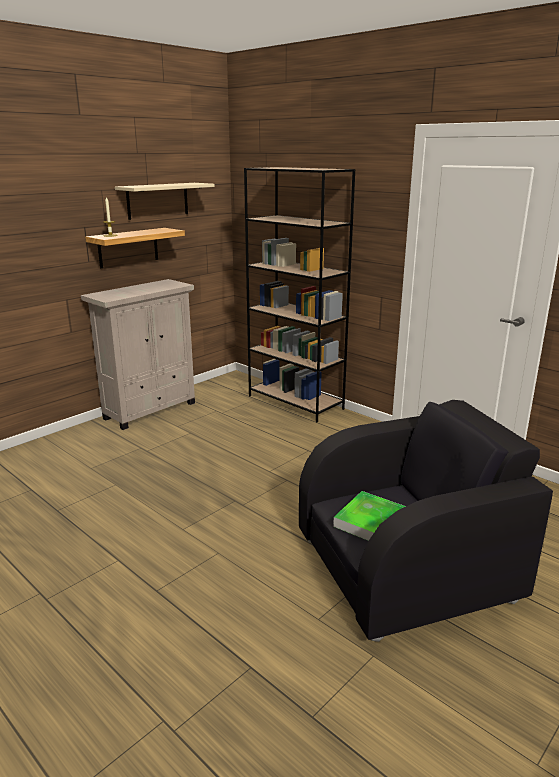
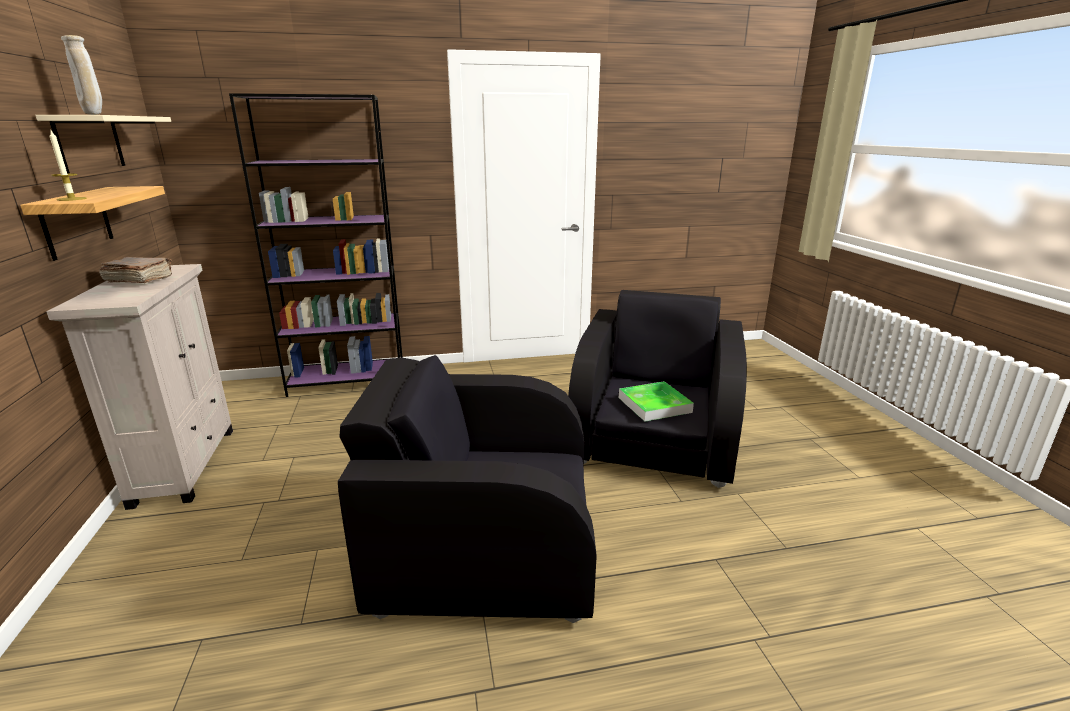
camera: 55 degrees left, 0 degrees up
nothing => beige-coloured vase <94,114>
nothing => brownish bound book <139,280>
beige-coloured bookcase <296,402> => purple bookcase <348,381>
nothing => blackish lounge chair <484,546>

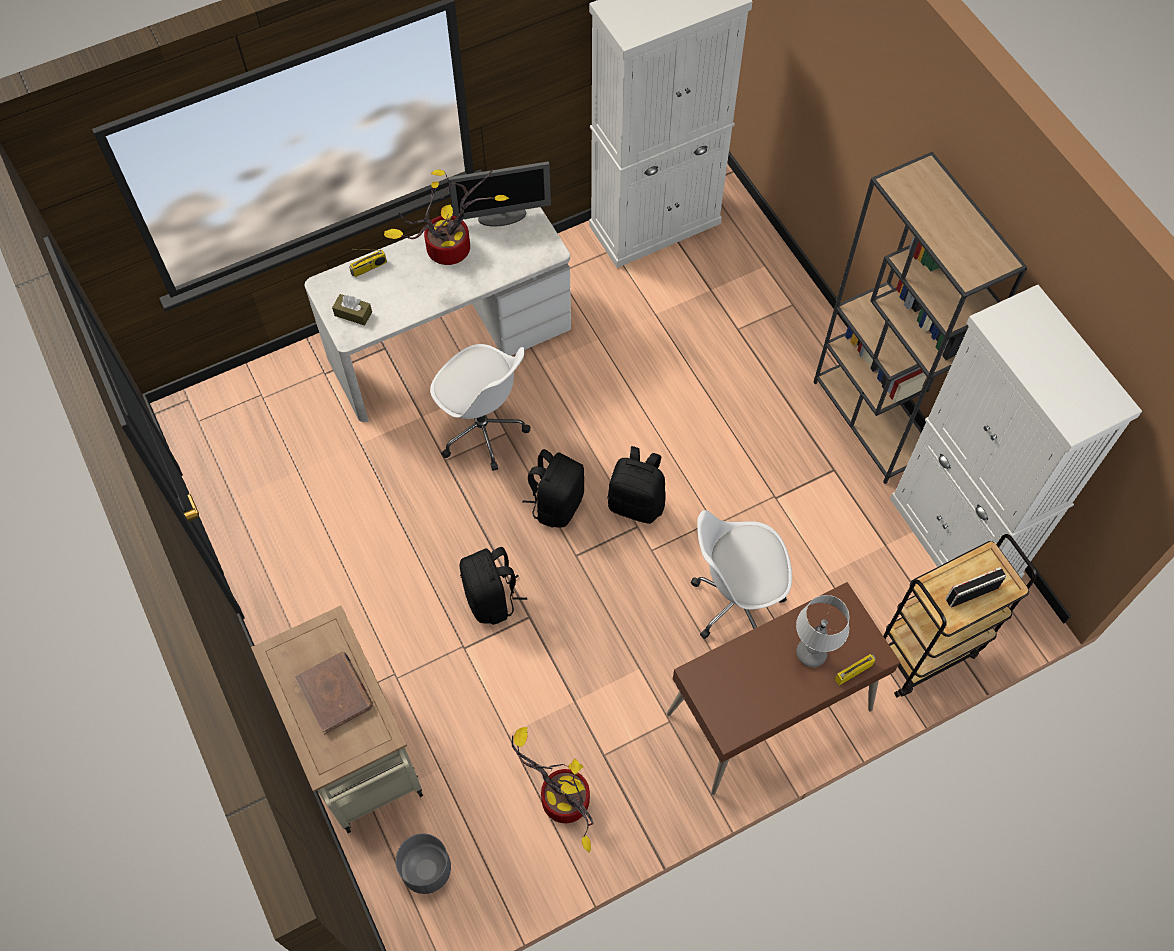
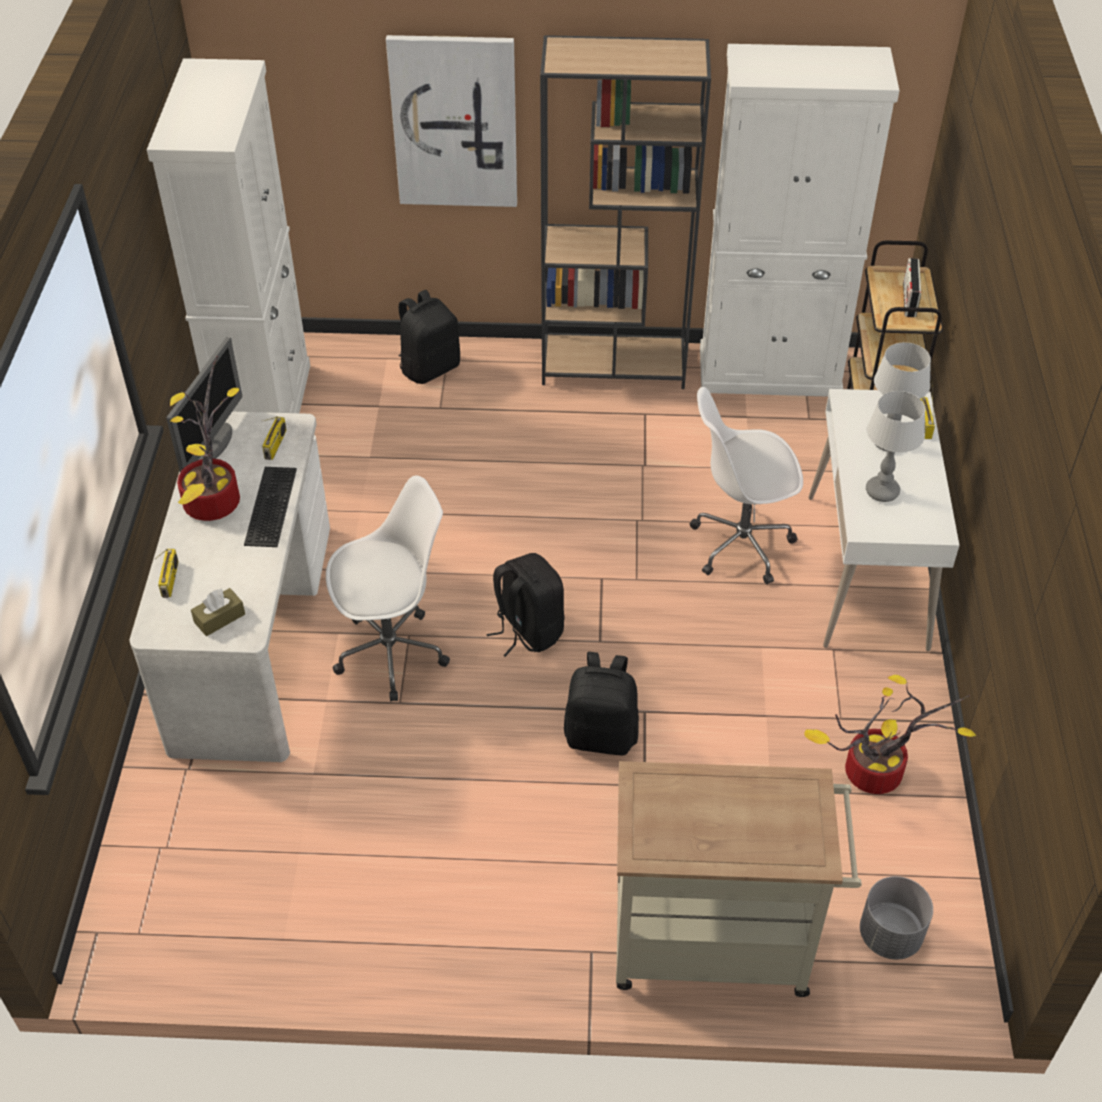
camera: 60 degrees left, 15 degrees down
nothing => computer keyboard <269,505>
nothing => radio <276,445>
nothing => wall art <454,121>
blackish knapsack <637,503> => blackish knapsack <430,368>, move
white-coloured computer chair <733,605> => white-coloured computer chair <738,546>, 60 degrees clockwise
brownish desk table <769,713> => white-coloured desk table <867,571>
nothing => lamp for a table <881,491>
brownish bound book <335,693> => nothing

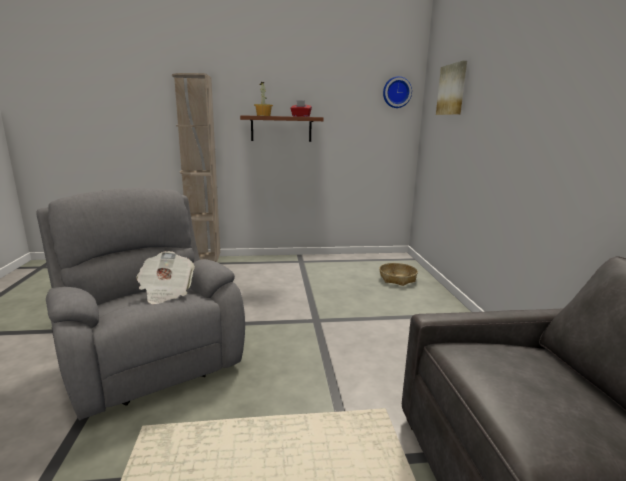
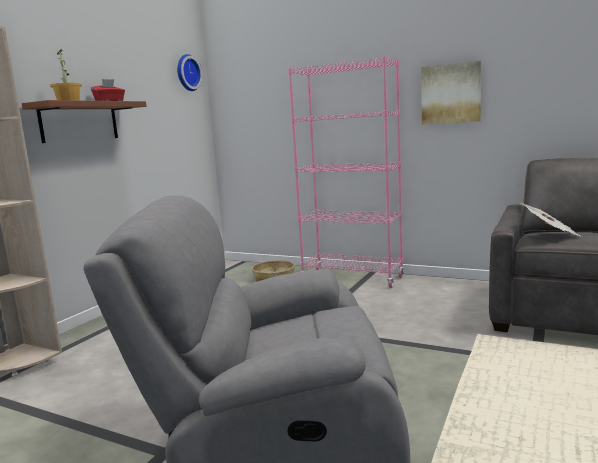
camera: 55 degrees left, 5 degrees down
nothing => pink-coloured bookcase <352,278>
wall art <452,89> => wall art <451,93>, move
daily paper <166,291> => daily paper <550,234>, move

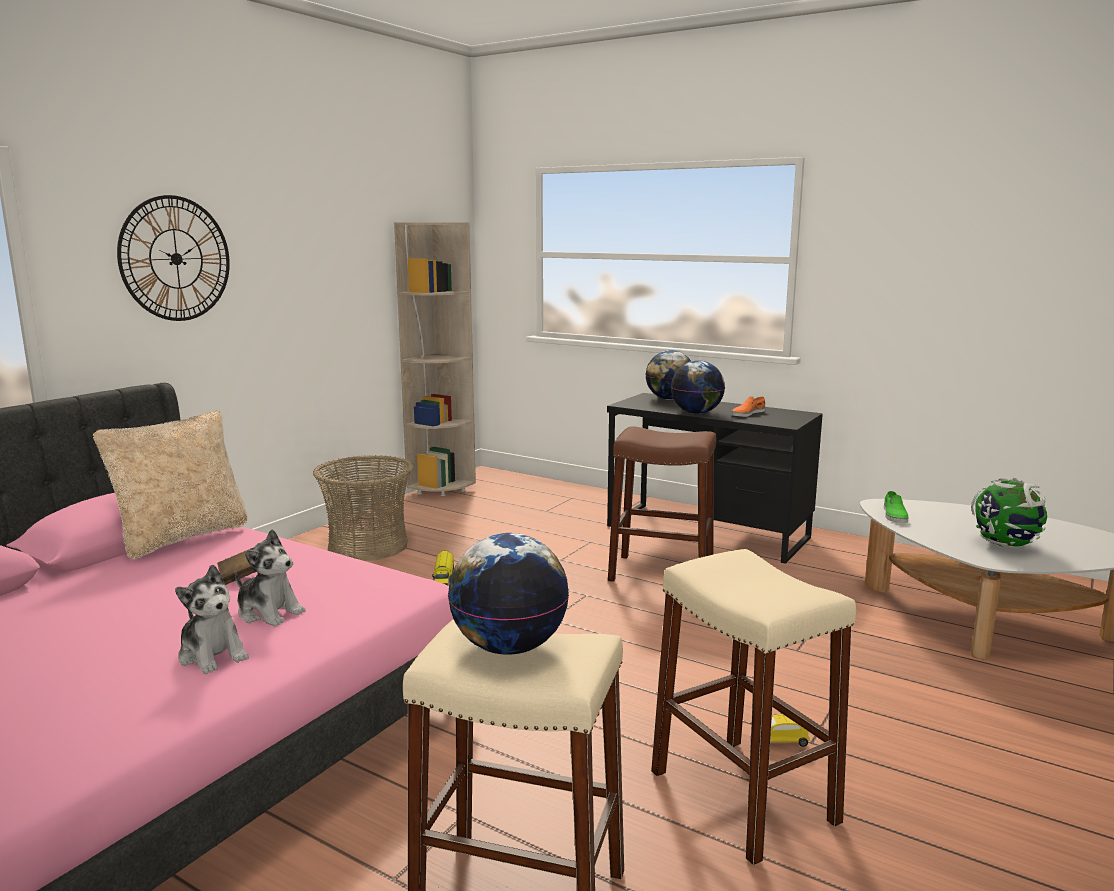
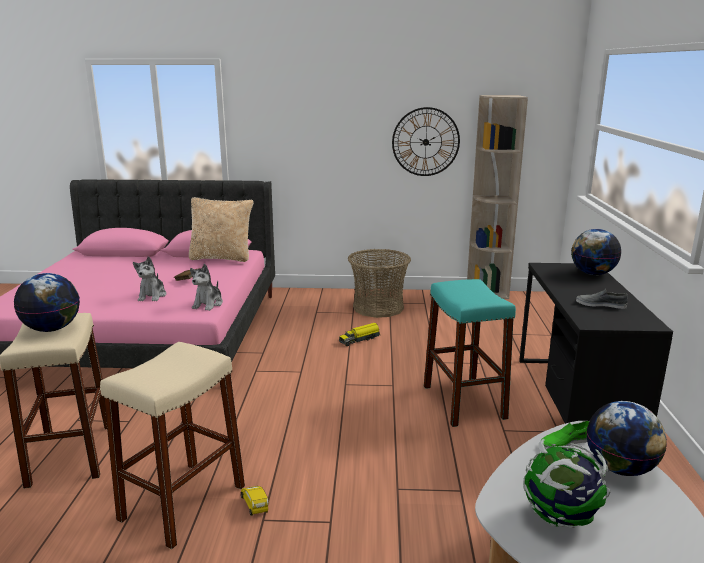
camera: 60 degrees right, 5 degrees up
plush toy <213,655> => plush toy <208,304>, move
wall clock <176,259> => wall clock <425,142>, move
brownish sitting stool <661,573> => blue-green sitting stool <463,402>
orange item of footwear <747,413> => greyish item of footwear <600,304>
desk globe <696,413> => desk globe <620,468>, move

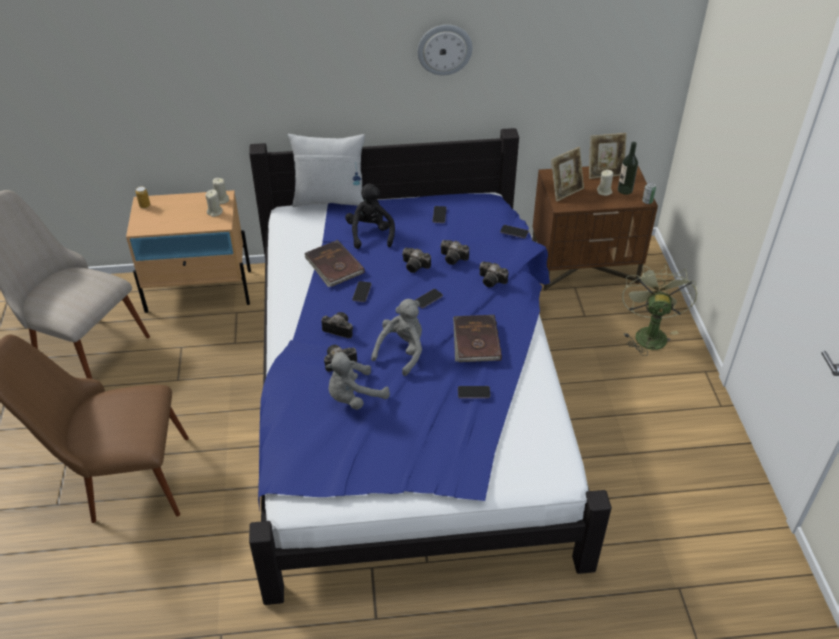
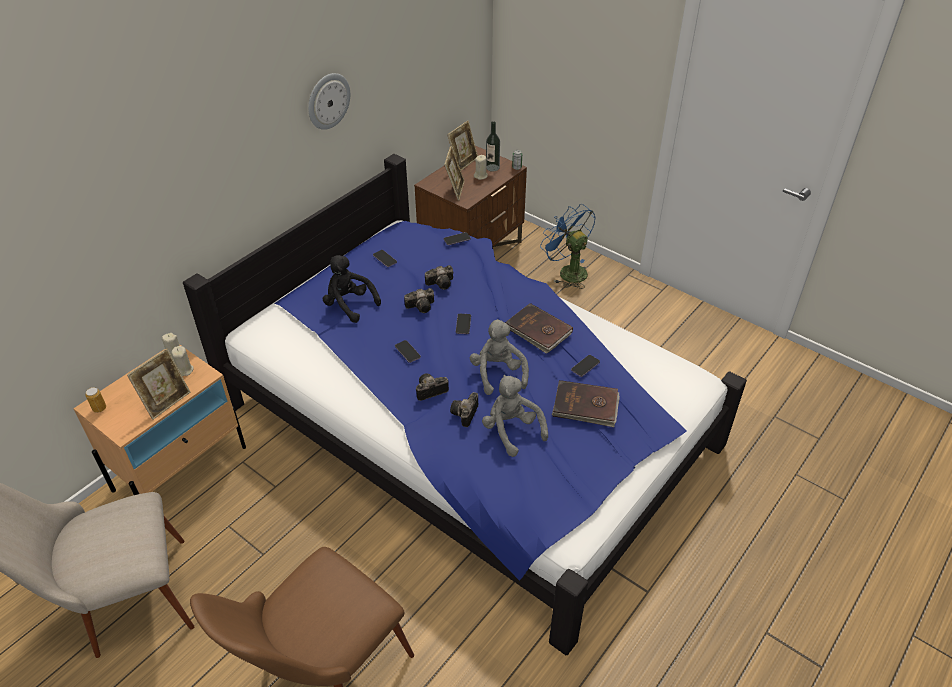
camera: 45 degrees left, 0 degrees up
nothing => standing frame <166,401>
greyish plush toy <354,397> => greyish plush toy <512,430>, 135 degrees clockwise
green-coloured fan <648,333> => blue fan <567,271>
brownish bound book <333,266> => brownish bound book <585,406>, move
greyish throw pillow <330,201> => nothing
still camera <493,281> => nothing

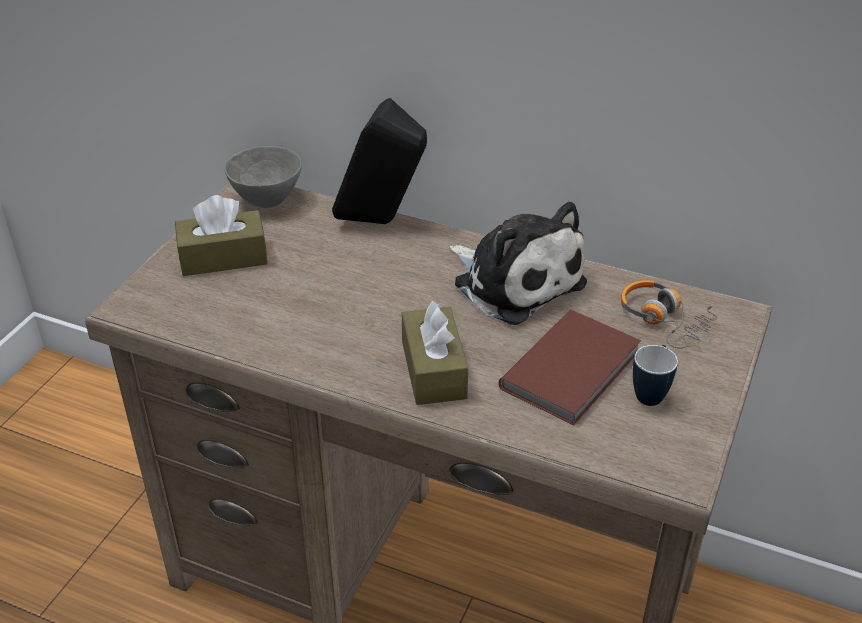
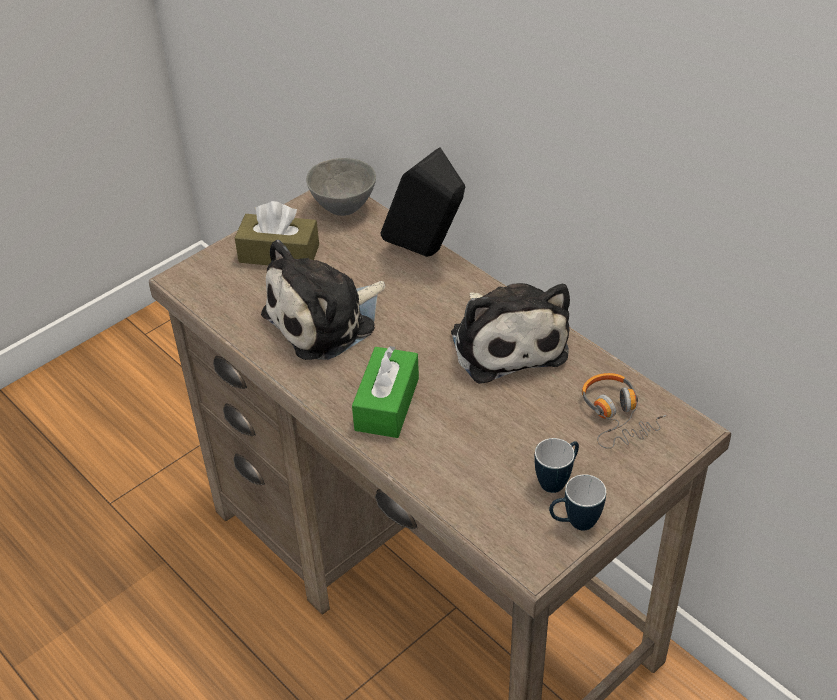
camera: 25 degrees right, 5 degrees up
nothing => plush toy <326,320>
brownish tissue holder <433,370> => green-coloured tissue holder <387,404>
nothing => tea mug <574,523>
brownish bound book <574,370> => nothing

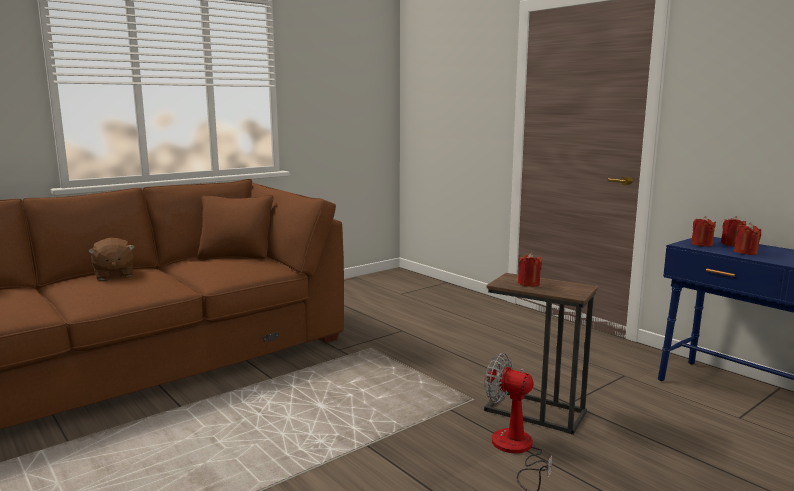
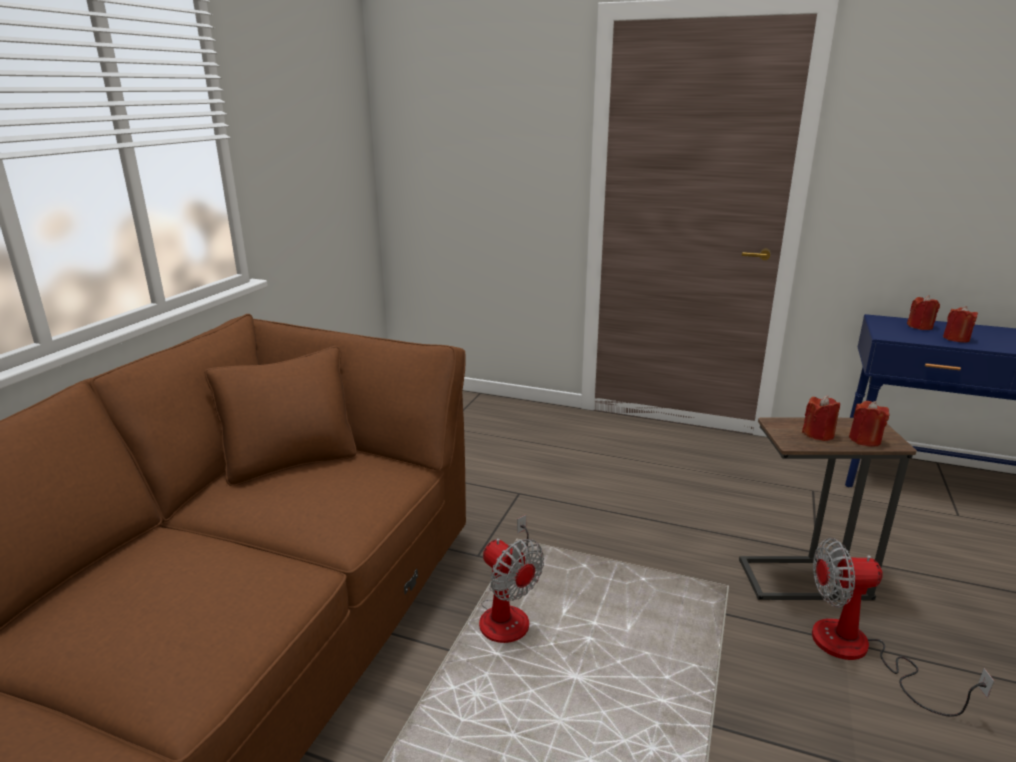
camera: 30 degrees left, 10 degrees up
nothing => fan <508,612>
reddish wax light <701,244> => reddish wax light <864,440>, move
brownish plush toy <113,275> => nothing

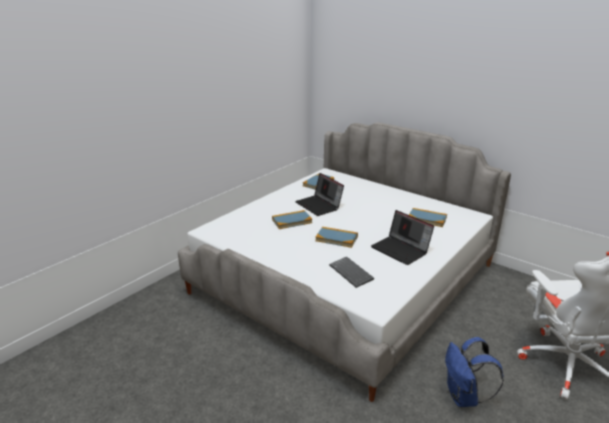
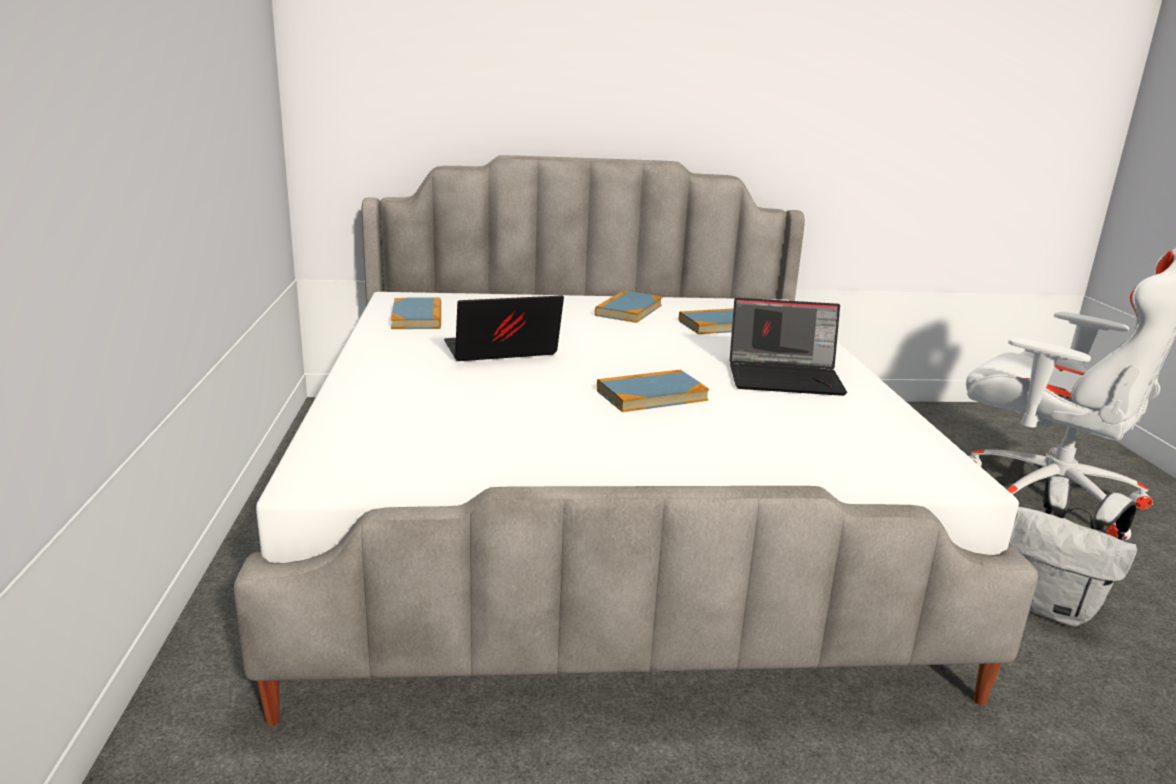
camera: 45 degrees left, 5 degrees down
portable computer <319,205> => portable computer <500,352>, 150 degrees clockwise
bound book <292,221> => bound book <628,310>, move
blue knapsack <464,397> => white-coloured knapsack <1053,609>
computer keyboard <352,273> => nothing

